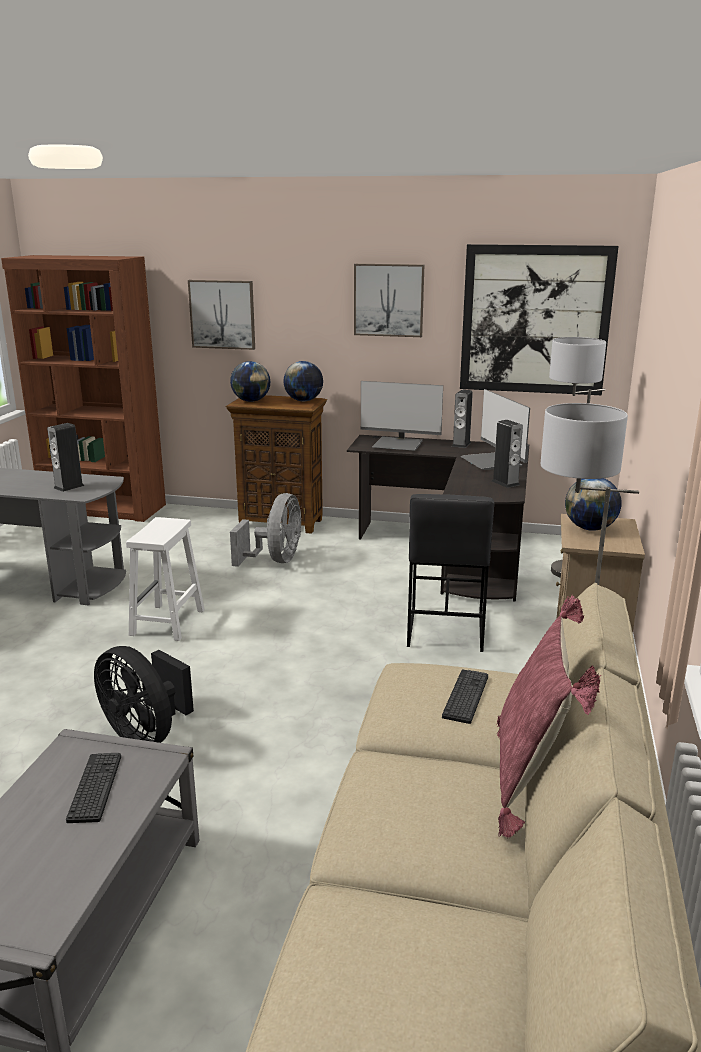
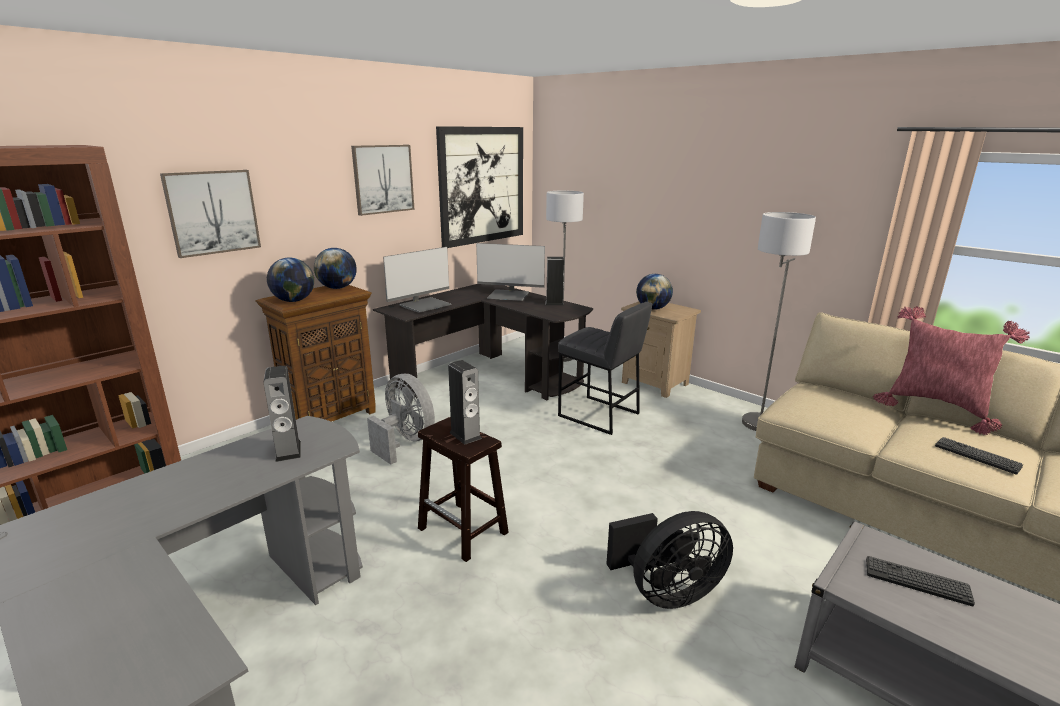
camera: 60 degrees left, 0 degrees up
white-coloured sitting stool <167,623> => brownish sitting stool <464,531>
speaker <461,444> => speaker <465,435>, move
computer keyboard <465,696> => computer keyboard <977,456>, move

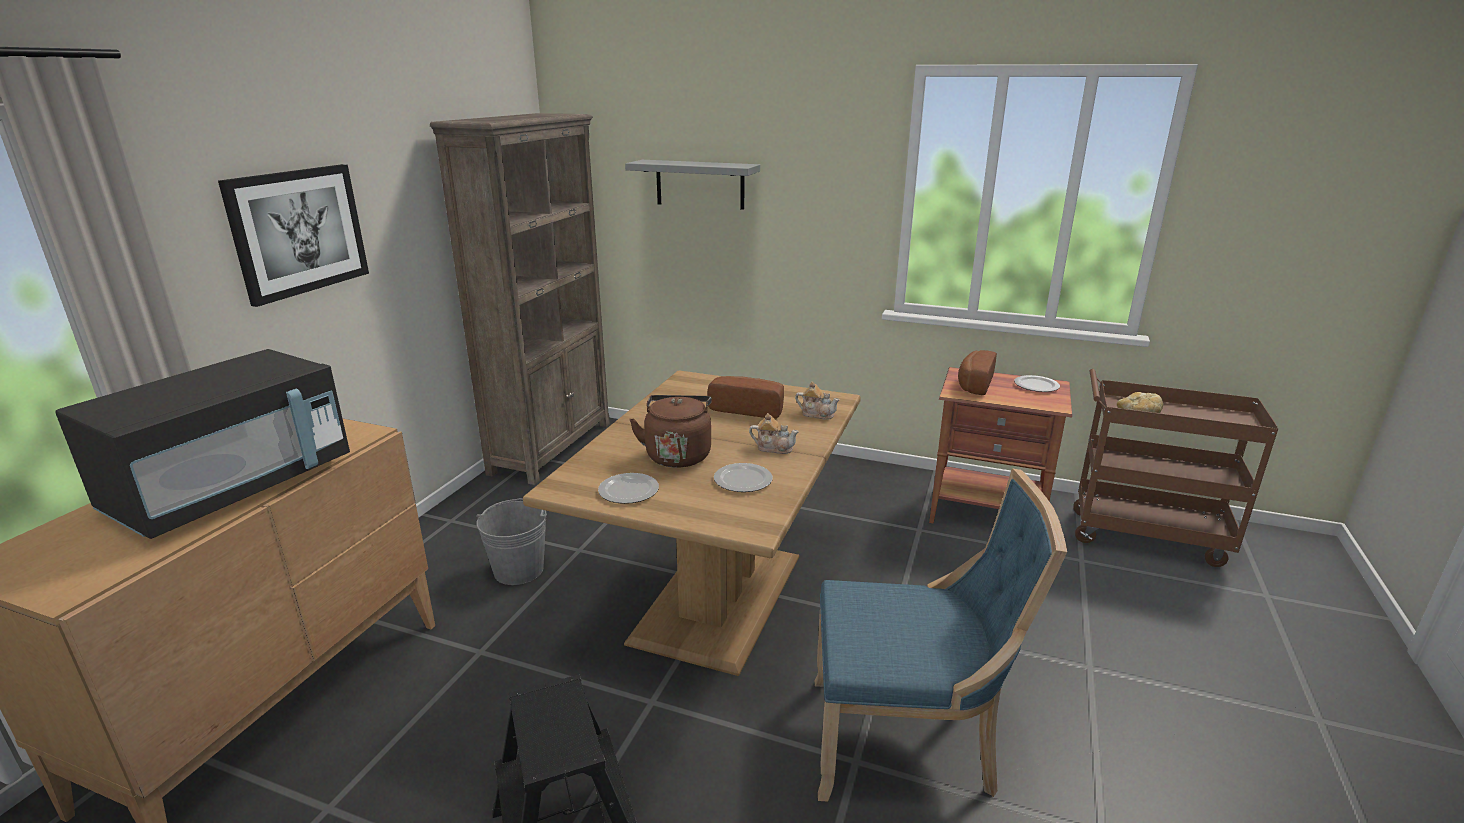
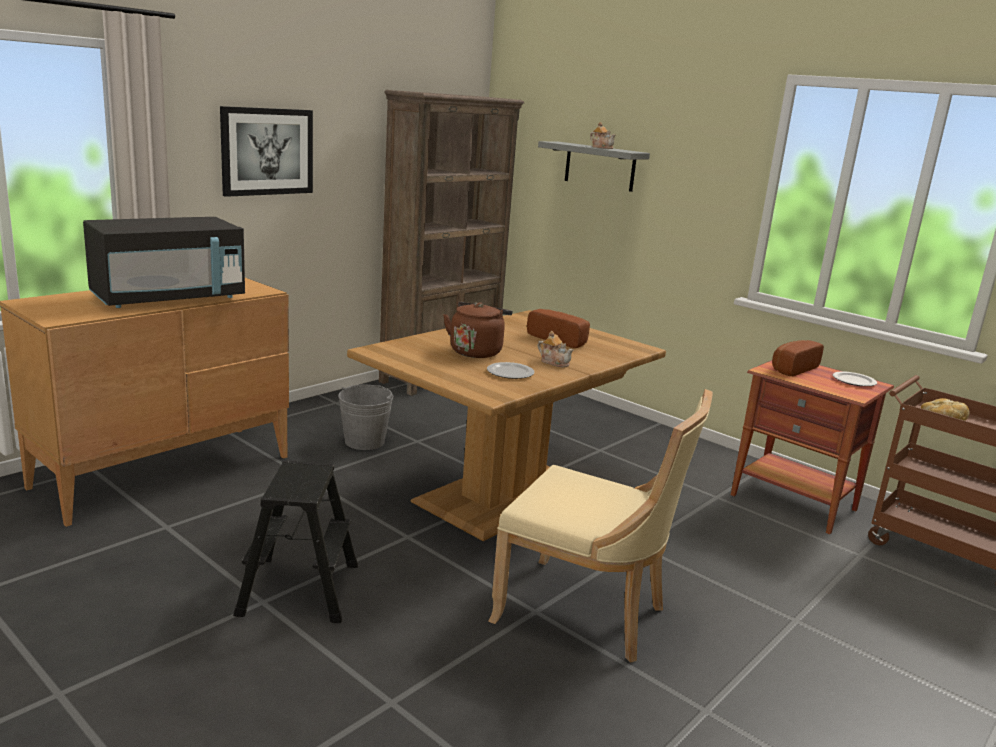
camera: 20 degrees right, 5 degrees down
blue upright chair <907,741> => beige-coloured upright chair <587,613>
pot for tea <817,414> => pot for tea <602,148>, move
dinner plate <629,491> => nothing

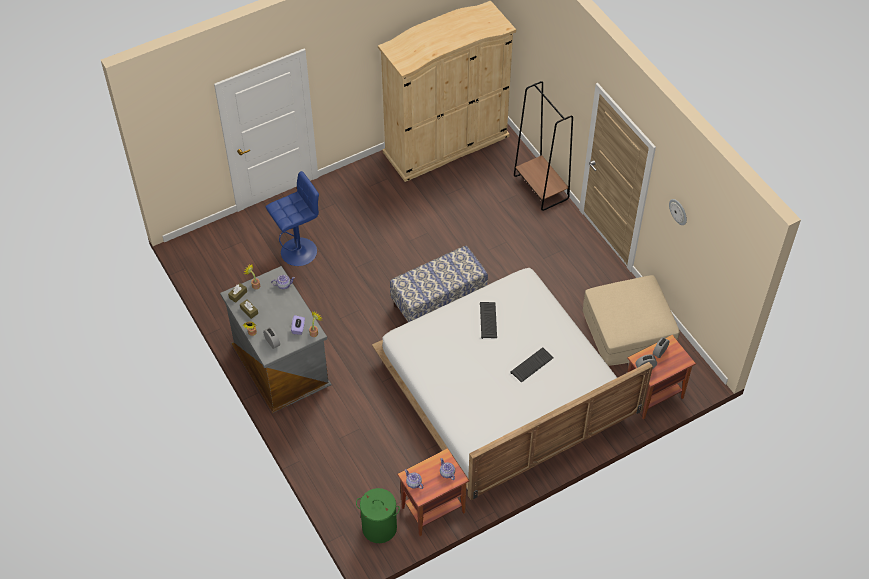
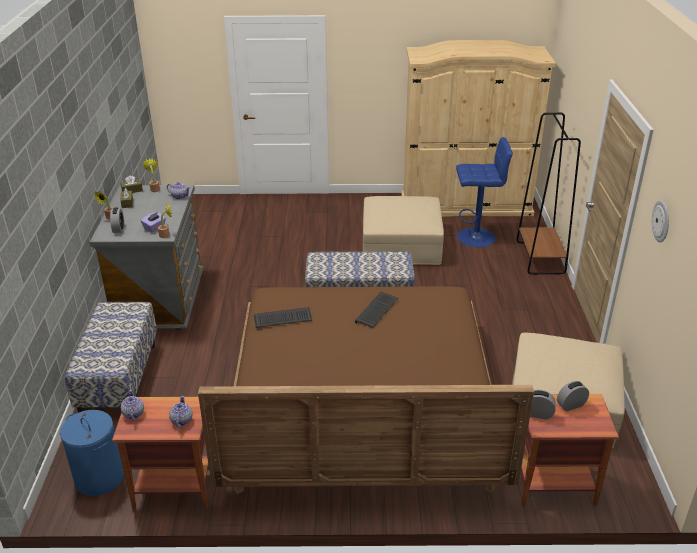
camera: 30 degrees right, 20 degrees down
green-coloured washing basket <379,528> => blue washing basket <99,478>
nothing => bench <119,380>
white-coloured bed <502,390> => brownish bed <361,404>
computer keyboard <531,366> => computer keyboard <282,319>, move
nothing => beige-coloured footrest <401,244>
blue sitting stool <299,252> => blue sitting stool <476,237>, move

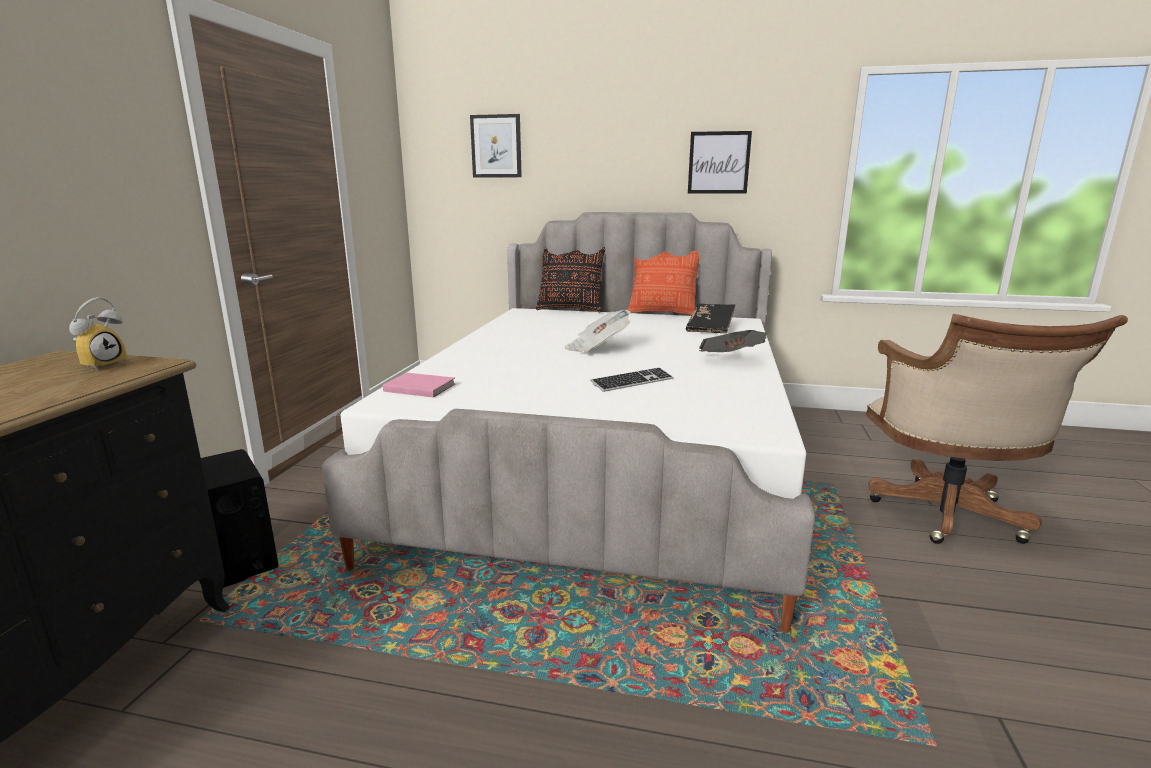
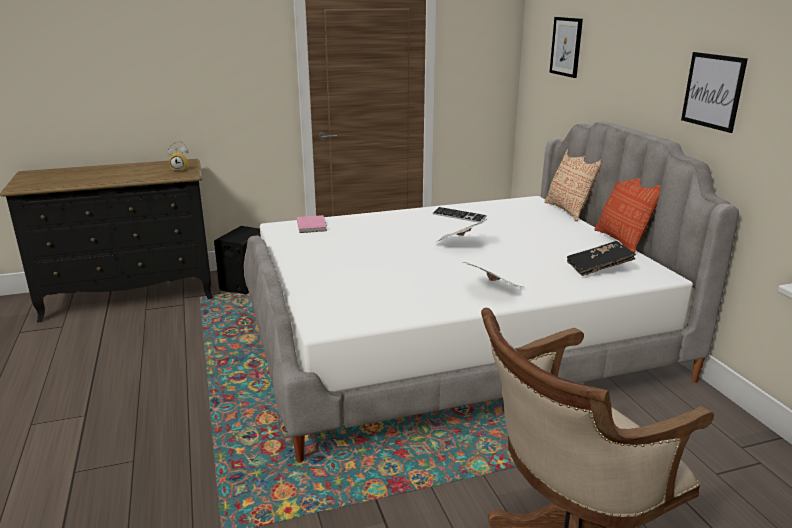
camera: 60 degrees right, 5 degrees up
computer keyboard <632,382> => computer keyboard <459,216>, move
blackish throw pillow <570,309> => beige-coloured throw pillow <568,211>

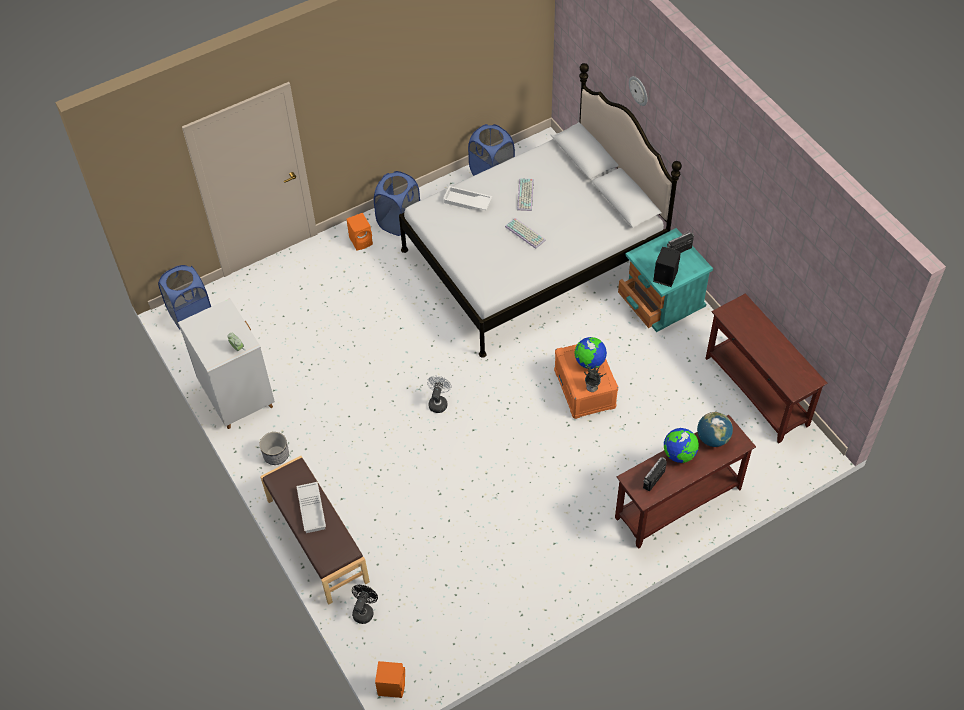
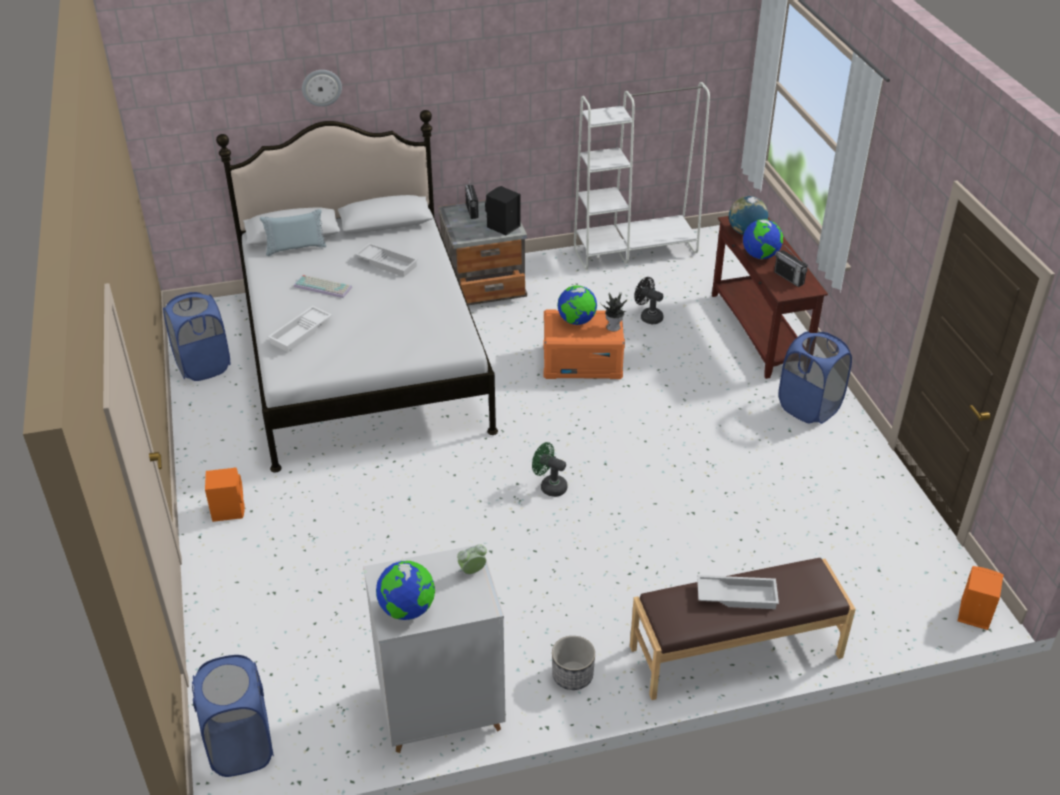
camera: 75 degrees left, 15 degrees down
nothing => blue throw pillow <295,248>
nothing => white-coloured serving tray <388,263>
nothing => desk globe <407,609>
blue-green bedside table <660,301> => greyish bedside table <485,284>
white-coloured fan <438,402> => green-coloured fan <549,486>
brownish narrow table <757,391> => white-coloured garment rack <635,252>
blackish fan <364,611> => blackish fan <648,316>, move
blue washing basket <399,222> => blue washing basket <809,407>, move
computer keyboard <526,233> => nothing

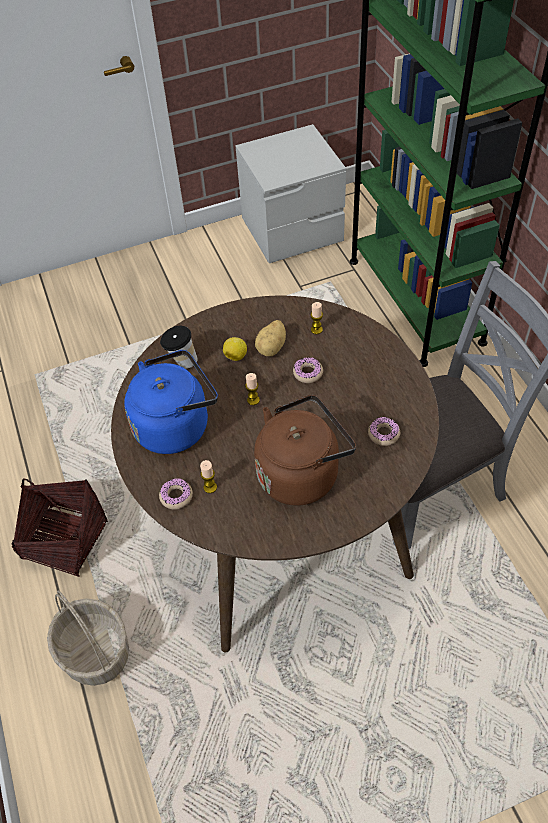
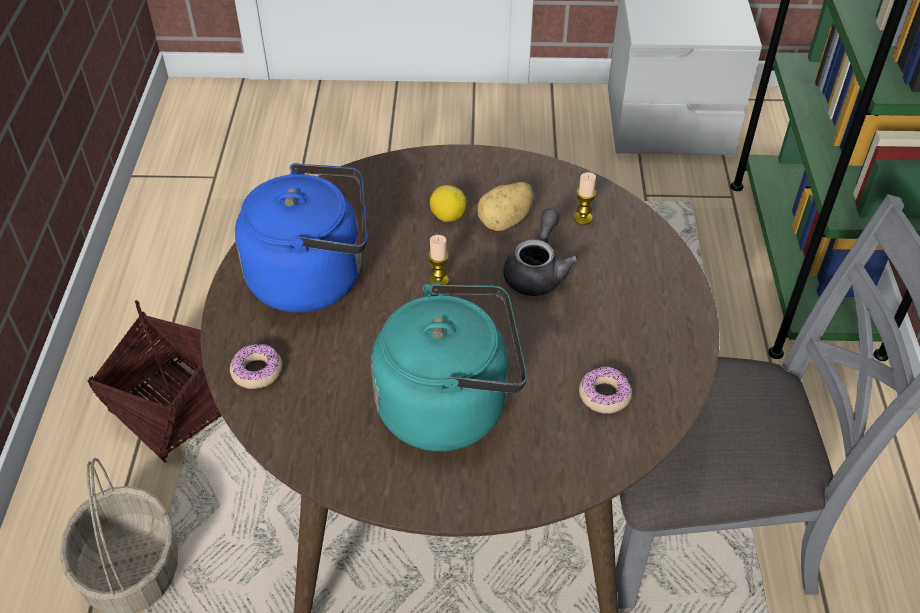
camera: 20 degrees right, 5 degrees down
brownish water kettle <302,473> => blue-green water kettle <450,405>
ring doughnut <308,373> => greyish pot for tea <537,271>
drinking cup <181,362> => nothing
wax light <210,487> => nothing

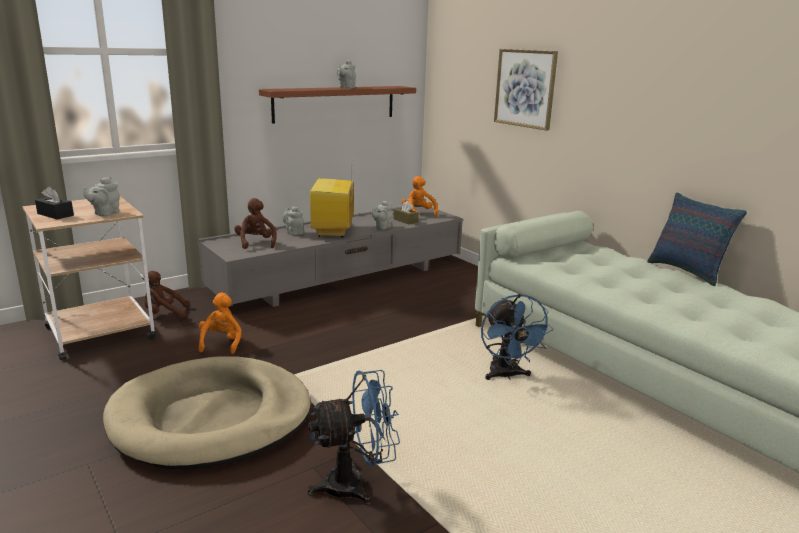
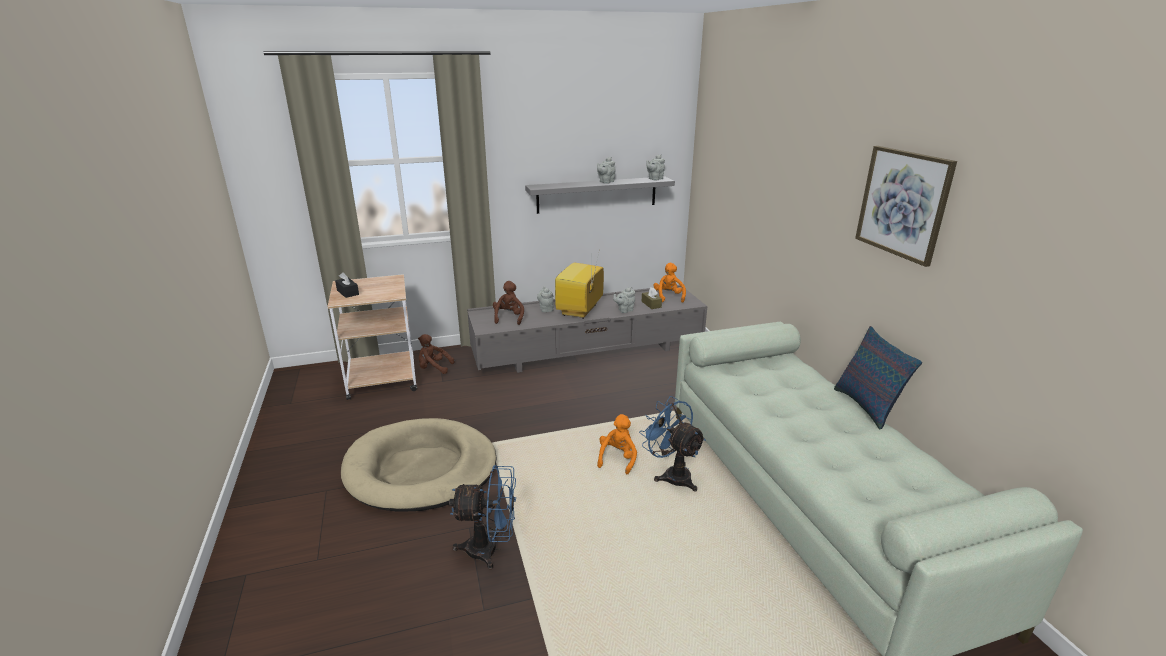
camera: 20 degrees right, 5 degrees up
brownish bracket shelf <335,103> => greyish bracket shelf <597,194>
orange plush toy <221,343> => orange plush toy <617,459>, move
blue fan <506,376> => blue fan <672,474>, 135 degrees clockwise
greyish pot for tea <105,214> => greyish pot for tea <655,179>, move
wall art <525,88> => wall art <903,203>, move

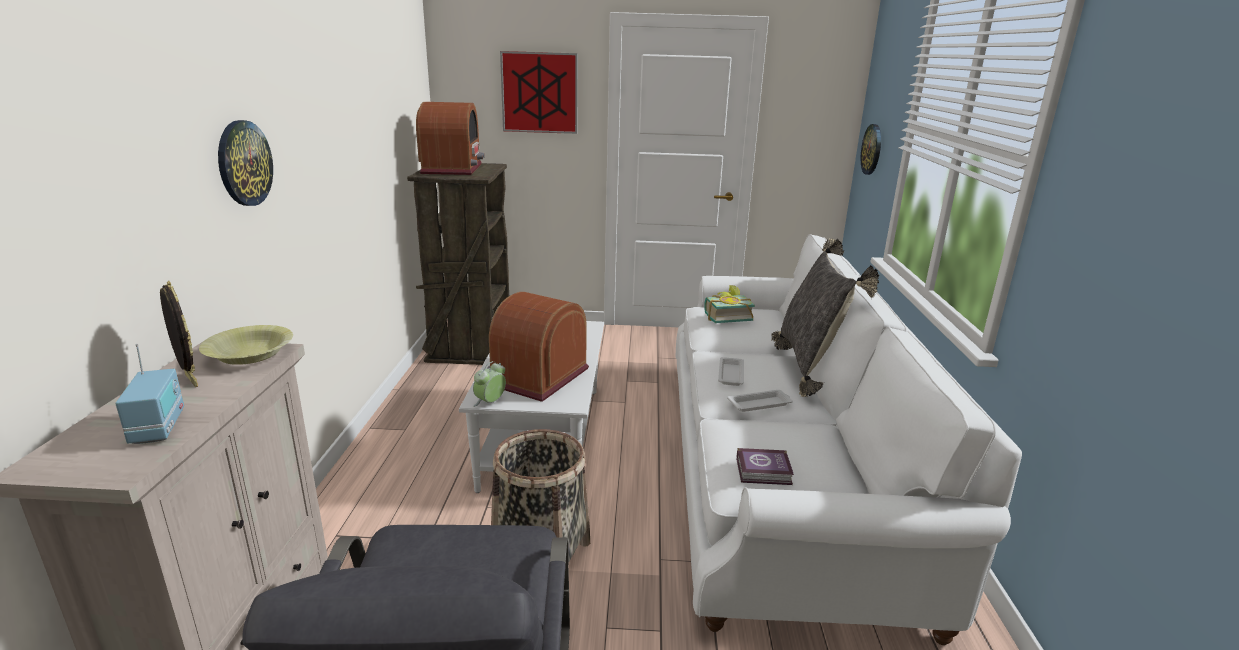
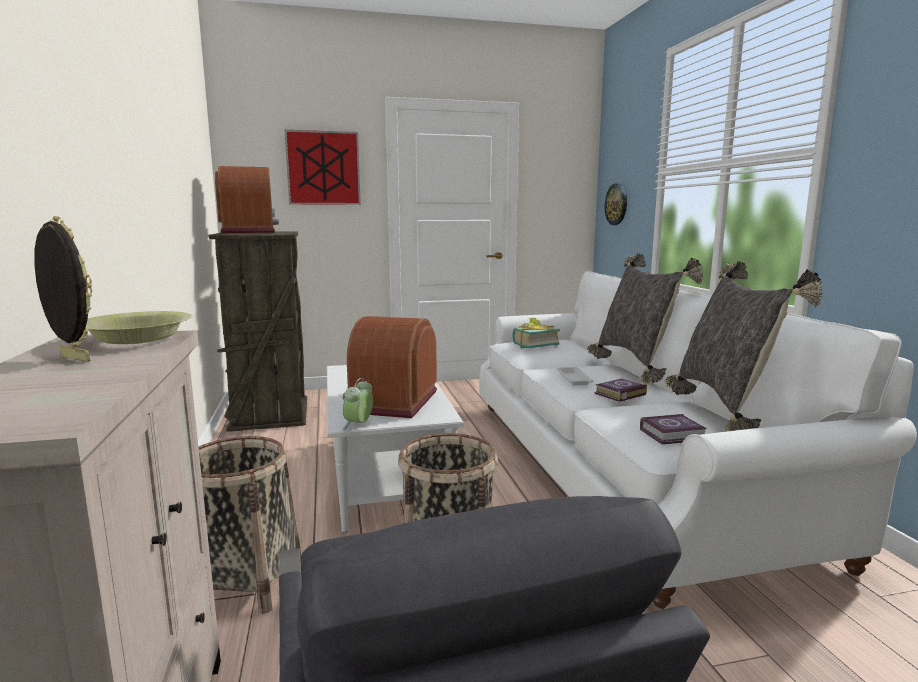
camera: 15 degrees left, 10 degrees down
nothing => storage basket <245,582>
white-coloured serving tray <760,404> => bound book <618,394>
nothing => throw pillow <728,417>
radio <159,427> => nothing
wall clock <244,163> => nothing

